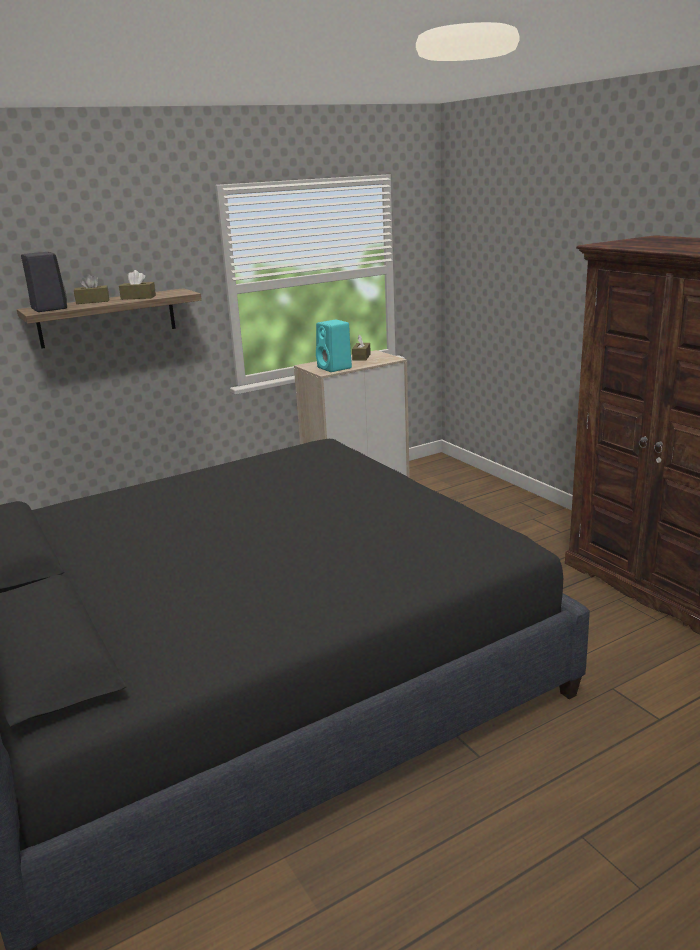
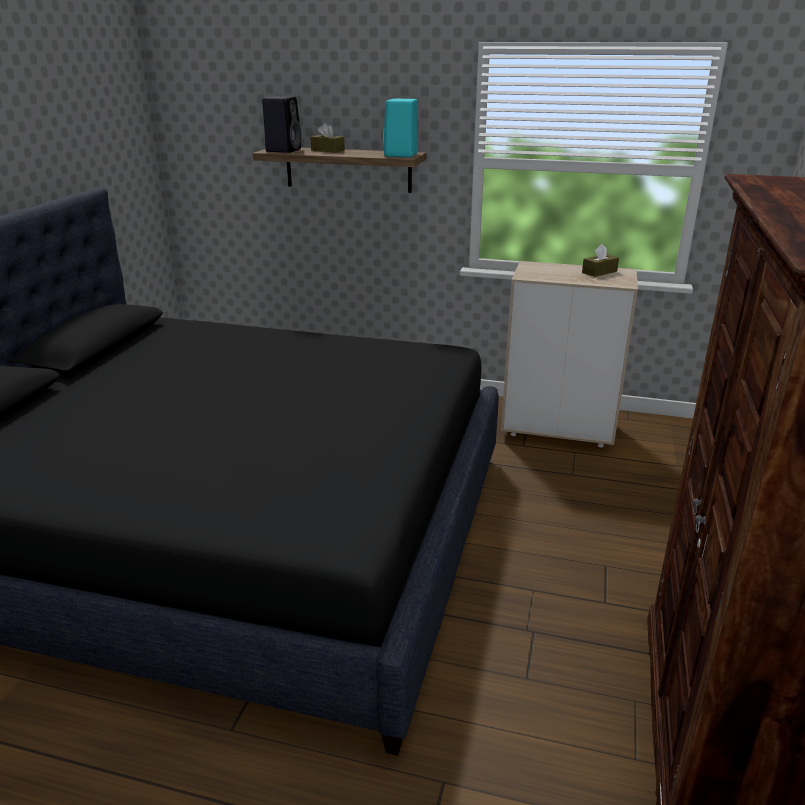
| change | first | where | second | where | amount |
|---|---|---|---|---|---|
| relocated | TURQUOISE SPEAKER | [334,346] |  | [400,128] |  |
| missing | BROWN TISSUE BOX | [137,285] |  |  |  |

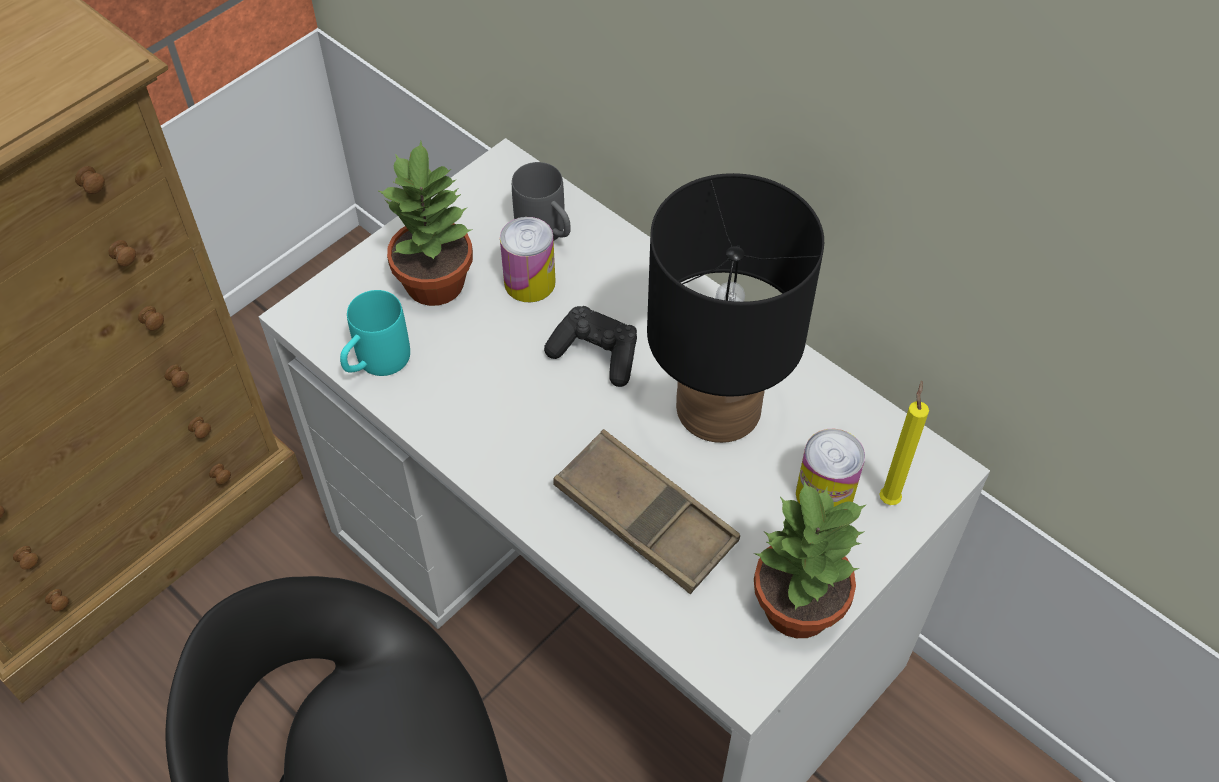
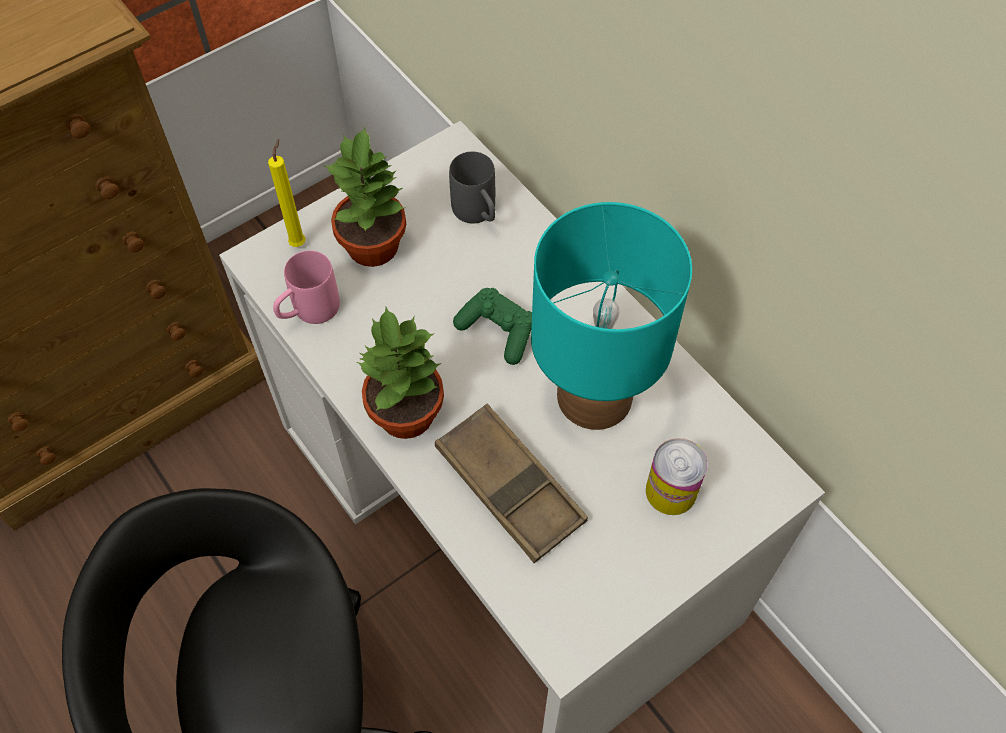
| change | first | where | second | where | amount |
|---|---|---|---|---|---|
| relocated | YELLOW CANDLE | [904,443] |  | [287,193] |  |
| colour | TURQUOISE MUG | [375,333] | PINK MUG | [306,287] |  |
| relocated | POTTED PLANT | [810,559] |  | [400,373] |  |
| colour | BLACK GAME CONTROLLER | [590,346] | GREEN GAME CONTROLLER | [492,326] |  |
| colour | BLACK TABLE LAMP | [735,308] | TURQUOISE TABLE LAMP | [611,316] |  |
| missing | CAN | [528,259] |  |  |  |

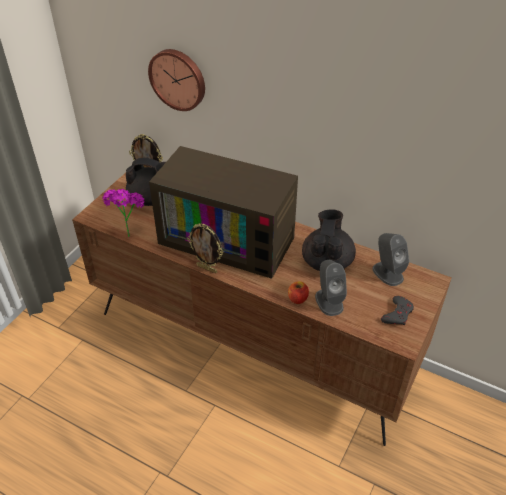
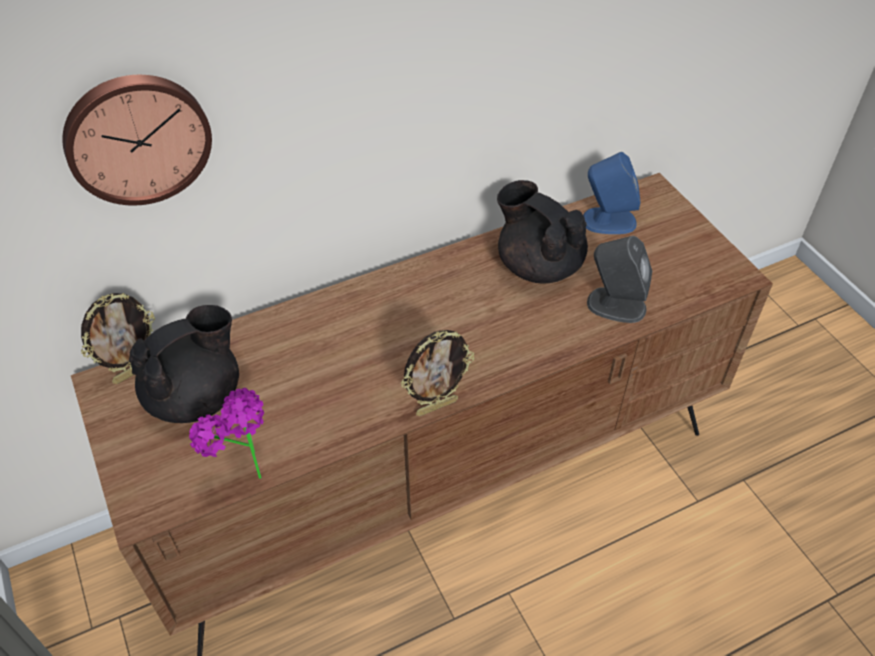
| change | first | where | second | where | amount |
|---|---|---|---|---|---|
| colour | GREY SPEAKER | [390,259] | BLUE SPEAKER | [612,193] |  |
| missing | TELEVISION | [223,212] |  |  |  |
| missing | APPLE | [298,292] |  |  |  |
| missing | GREY GAME CONTROLLER | [397,310] |  |  |  |

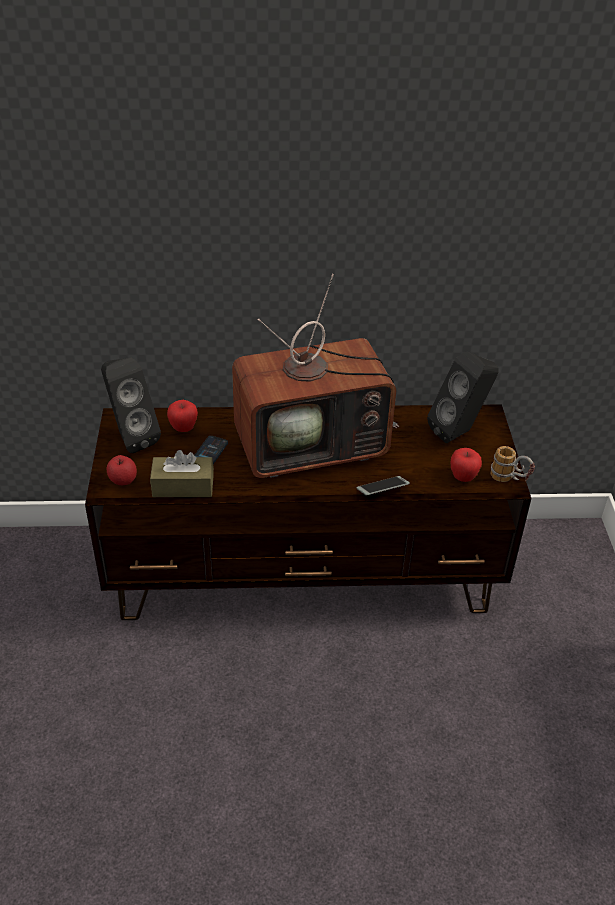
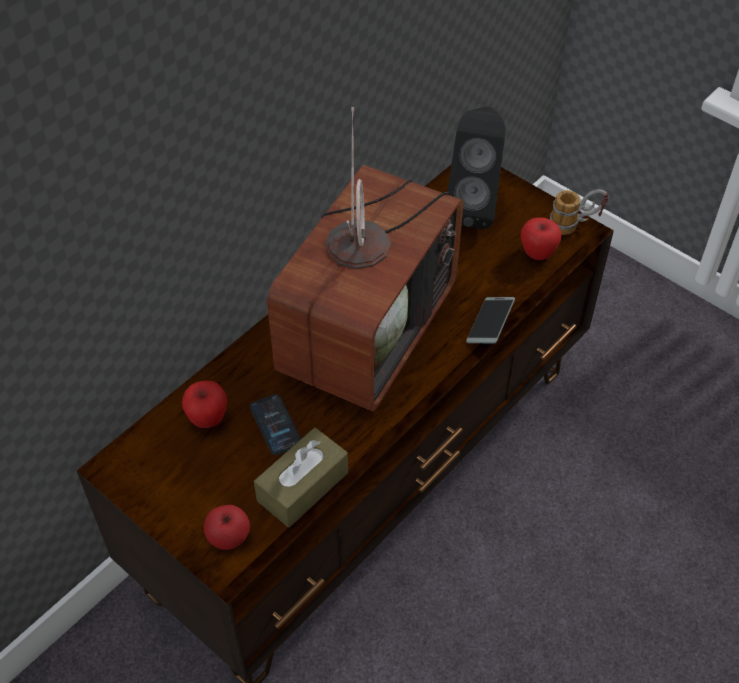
| change | first | where | second | where | amount |
|---|---|---|---|---|---|
| missing | BLACK SPEAKER | [131,405] |  |  |  |

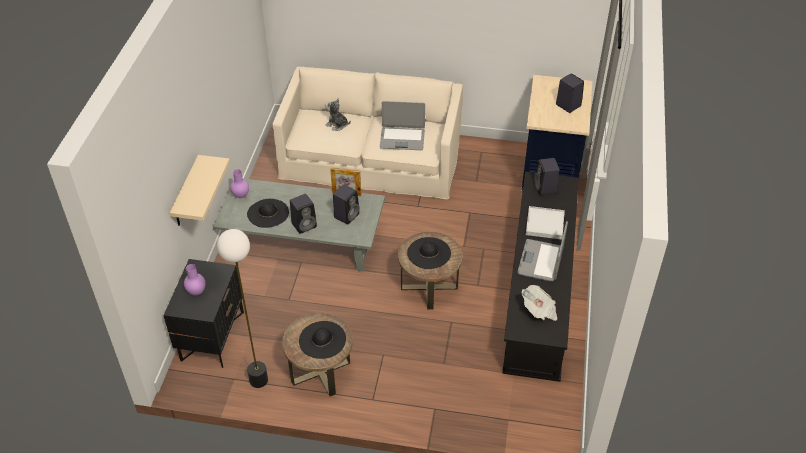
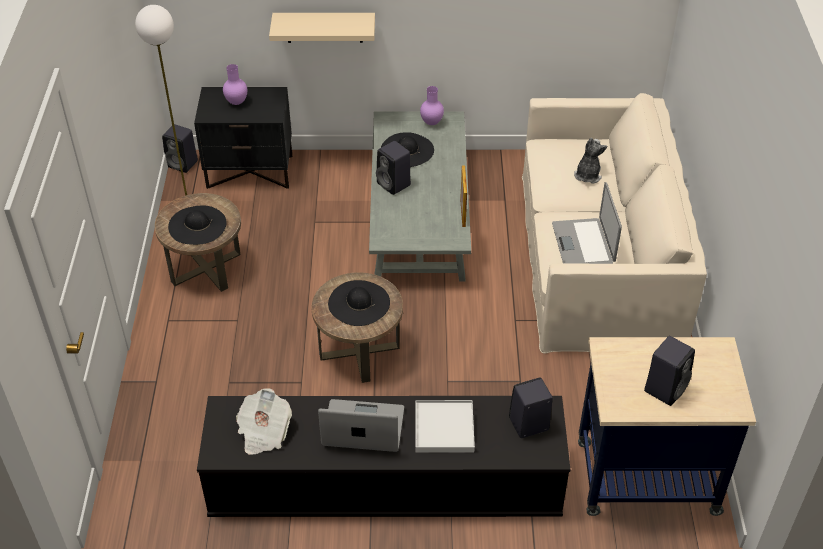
| change | first | where | second | where | amount |
|---|---|---|---|---|---|
| relocated | BLACK SPEAKER | [346,204] |  | [180,148] |  |

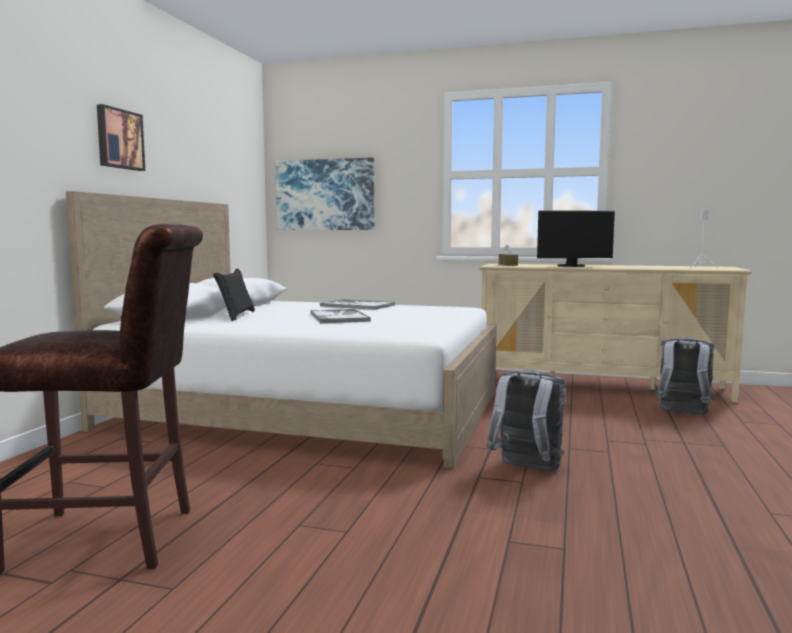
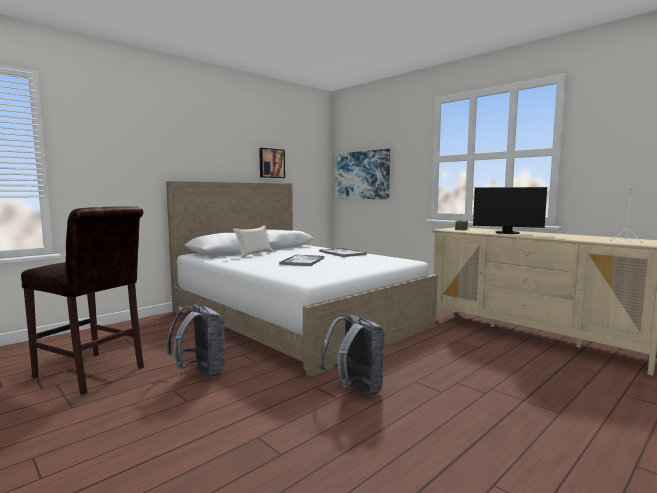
| change | first | where | second | where | amount |
|---|---|---|---|---|---|
| relocated | GREY BACKPACK | [684,376] |  | [196,341] |  |
| colour | BLACK PILLOW | [234,295] | WHITE PILLOW | [253,241] |  |
| relocated | PICTURE | [121,137] |  | [272,163] |  |

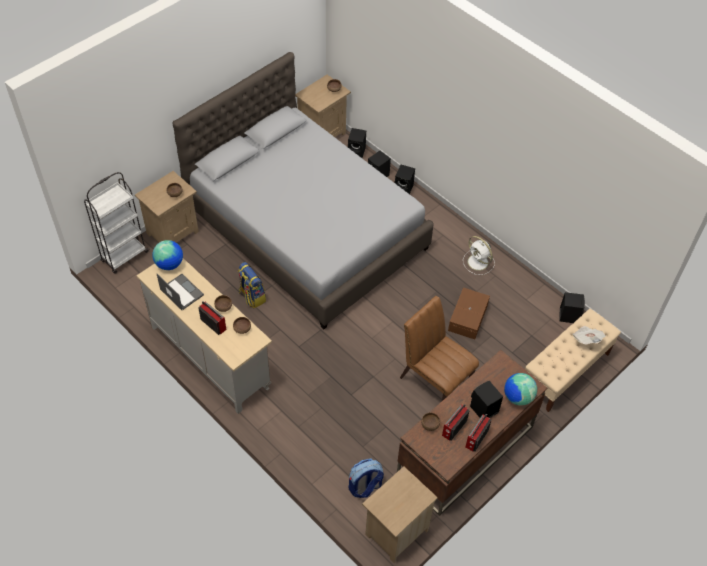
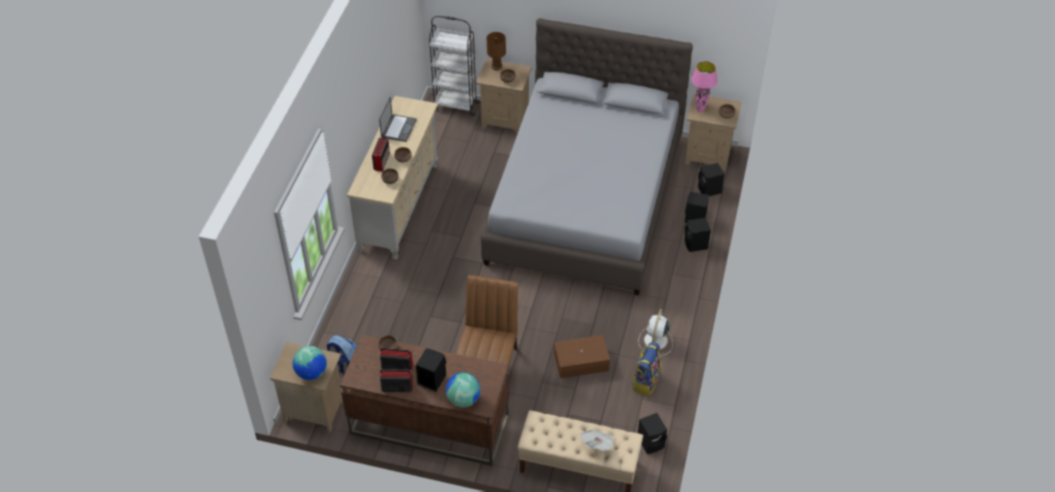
| change | first | where | second | where | amount |
|---|---|---|---|---|---|
| relocated | GLOBE | [167,255] |  | [310,363] |  |
| appeared |  |  | BROWN TABLE LAMP | [496,51] |  |
| relocated | BACKPACK | [252,285] |  | [646,369] |  |
| appeared |  |  | PINK TABLE LAMP | [704,86] |  |

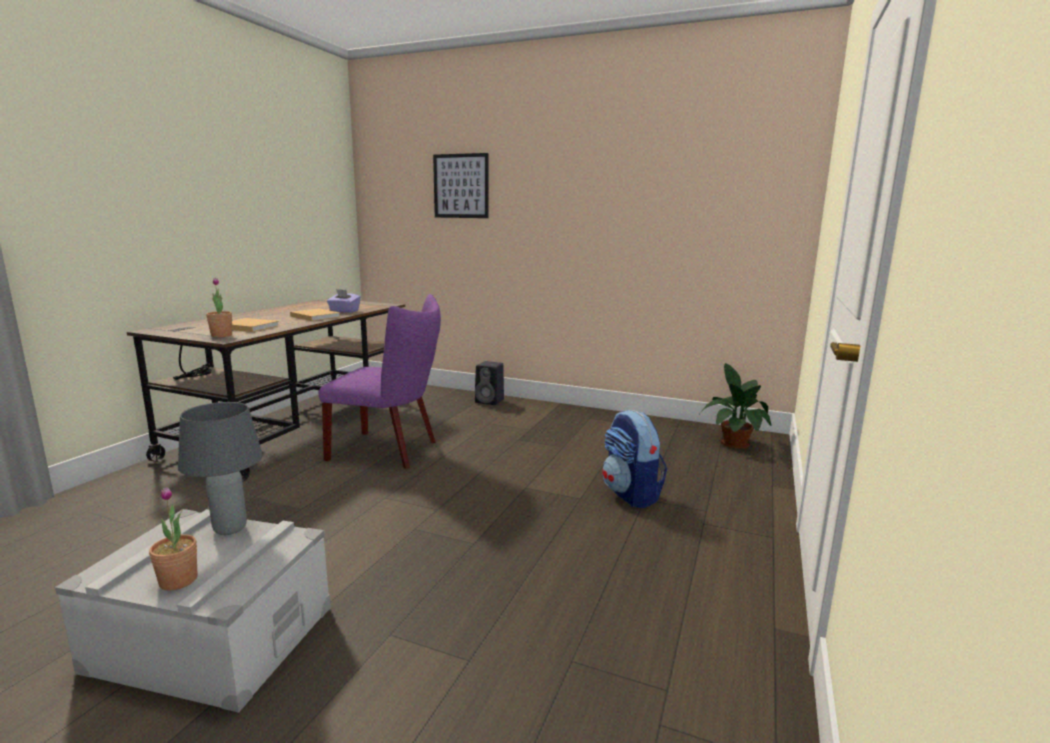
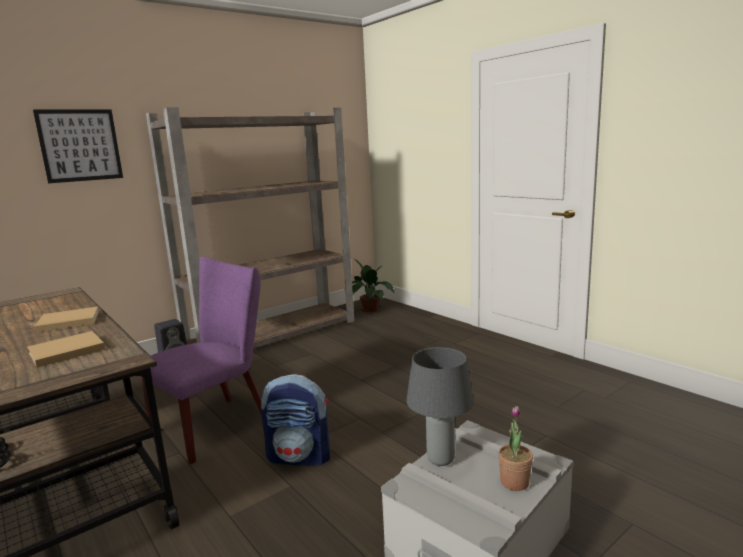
| change | first | where | second | where | amount |
|---|---|---|---|---|---|
| appeared |  |  | BROWN BOOKCASE | [250,228] |  |
| relocated | BACKPACK | [634,459] |  | [295,420] |  |
| missing | POTTED PLANT | [219,307] |  |  |  |
| missing | PURPLE TISSUE BOX | [344,301] |  |  |  |

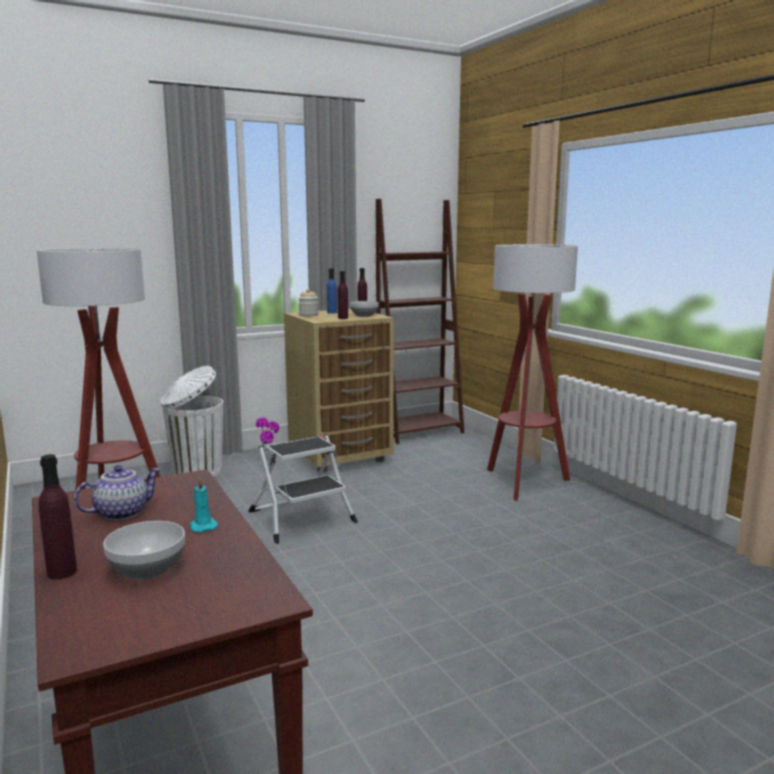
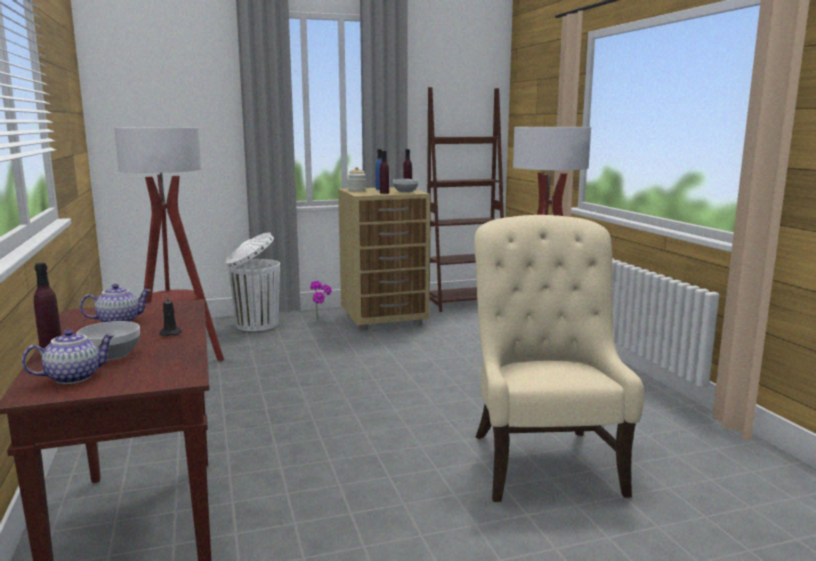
| change | first | where | second | where | amount |
|---|---|---|---|---|---|
| appeared |  |  | TEAPOT | [68,356] |  |
| colour | TURQUOISE CANDLE | [203,505] | BLACK CANDLE | [170,315] |  |
| appeared |  |  | BEIGE CHAIR | [559,358] |  |
| missing | STEP LADDER | [303,489] |  |  |  |

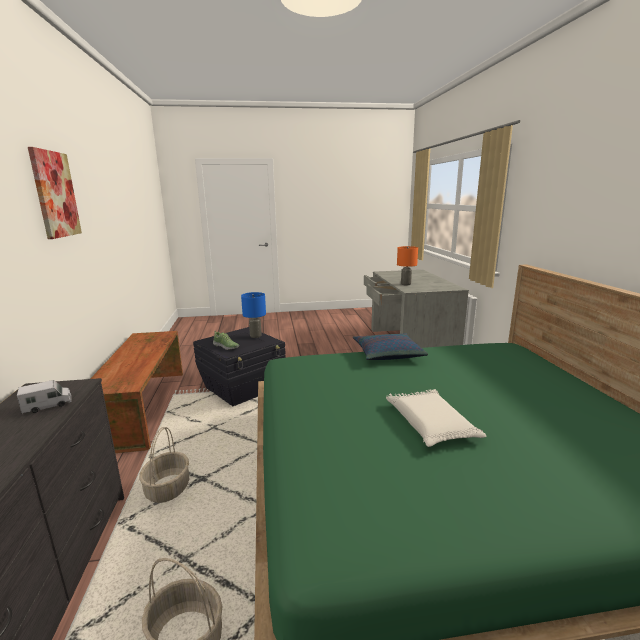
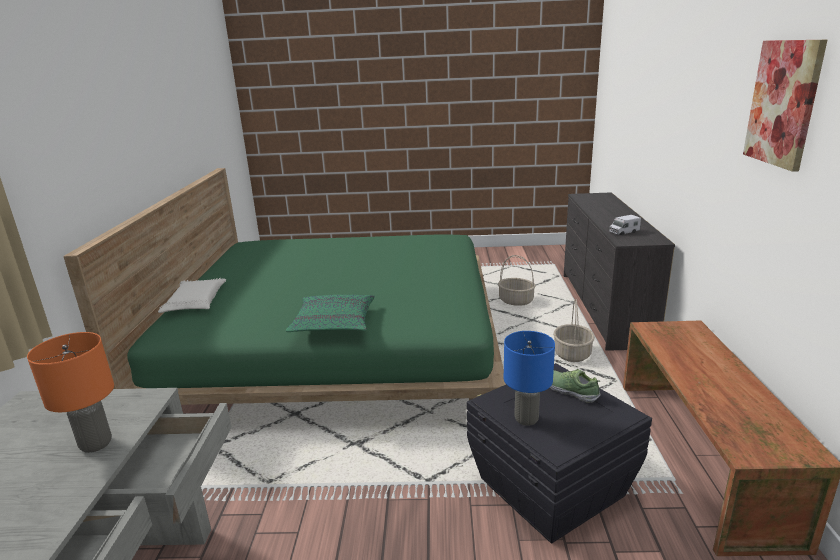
| change | first | where | second | where | amount |
|---|---|---|---|---|---|
| relocated | WHITE PILLOW | [436,418] |  | [192,295] |  |
| colour | BLUE PILLOW | [390,346] | GREEN PILLOW | [330,313] |  |

